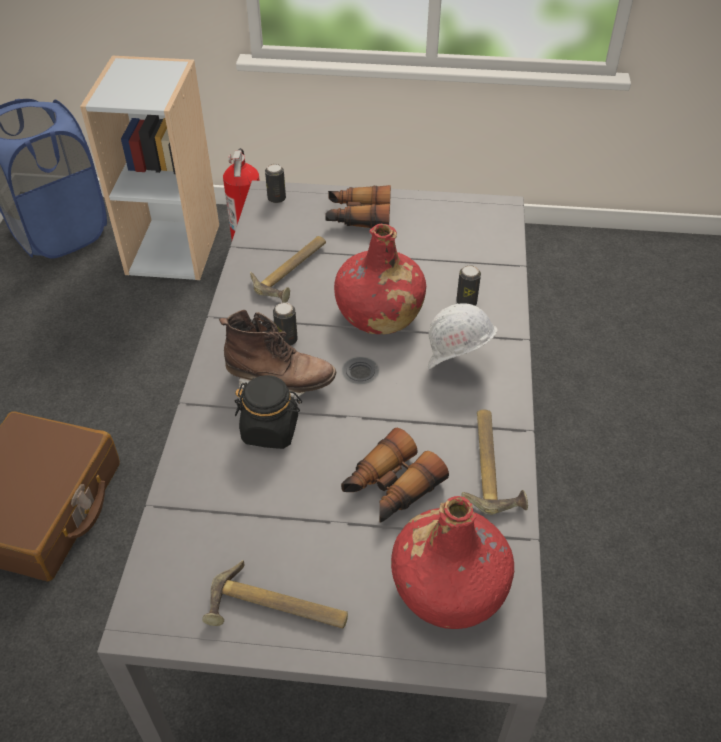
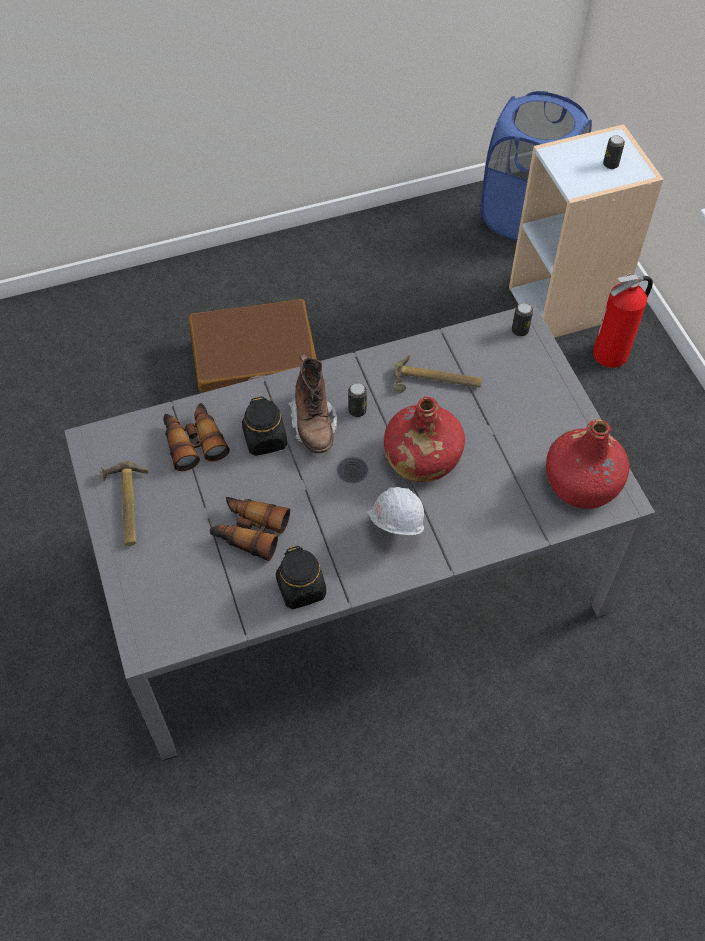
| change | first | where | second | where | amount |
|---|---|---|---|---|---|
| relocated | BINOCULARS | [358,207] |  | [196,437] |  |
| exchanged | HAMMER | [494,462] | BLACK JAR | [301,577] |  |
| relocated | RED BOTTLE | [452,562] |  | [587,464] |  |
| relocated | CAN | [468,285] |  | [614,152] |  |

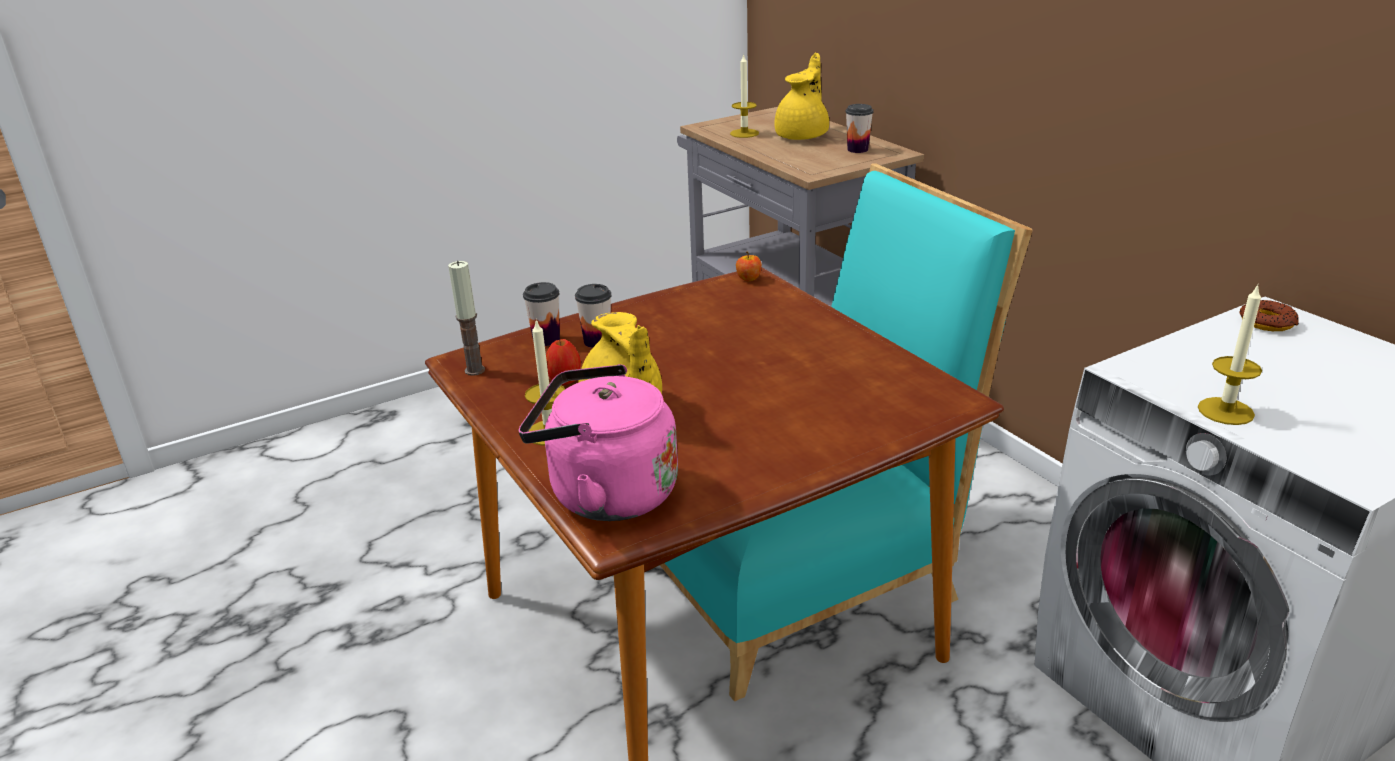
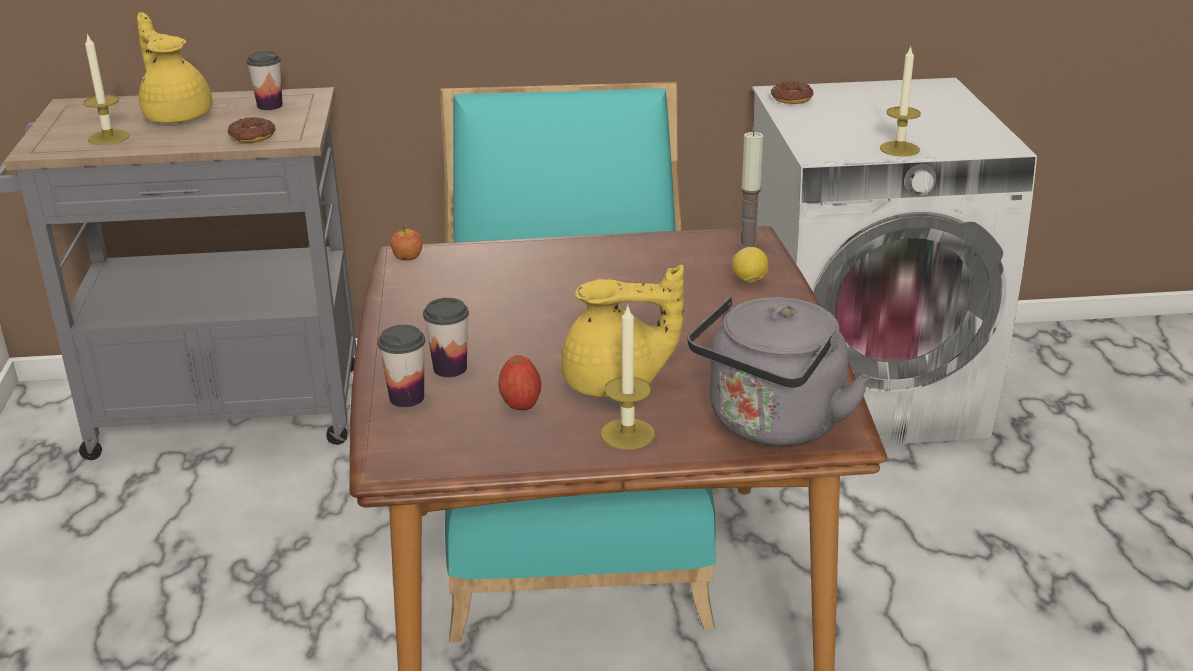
| change | first | where | second | where | amount |
|---|---|---|---|---|---|
| appeared |  |  | DONUT | [251,130] |  |
| colour | PINK KETTLE | [598,442] | GREY KETTLE | [778,371] |  |
| appeared |  |  | LEMON | [750,264] |  |
| relocated | CANDLE | [466,318] |  | [750,189] |  |

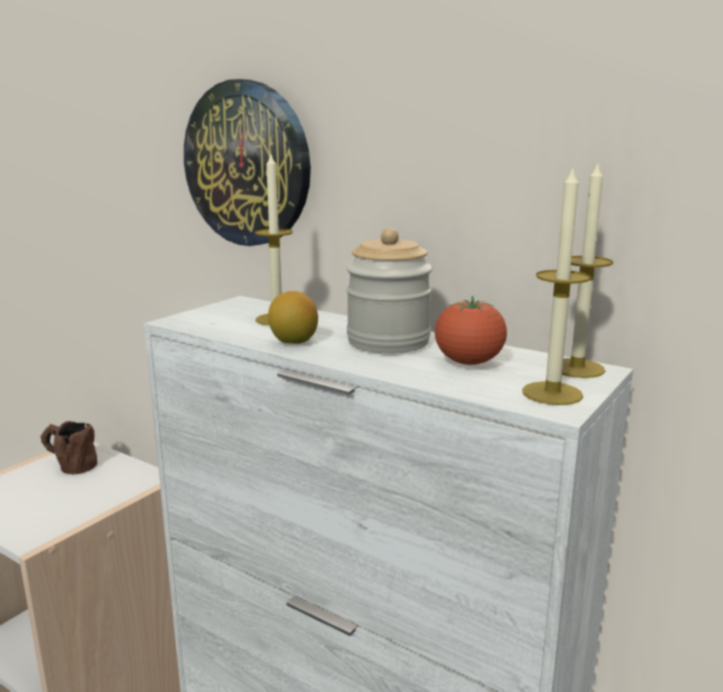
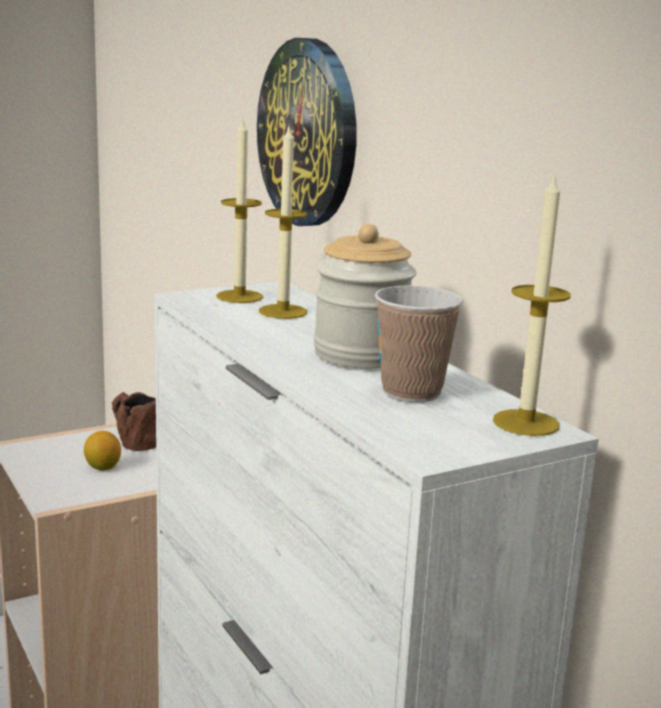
| change | first | where | second | where | amount |
|---|---|---|---|---|---|
| relocated | LEMON | [293,317] |  | [102,451] |  |
| relocated | CANDLE | [556,285] |  | [239,211] |  |
| exchanged | TOMATO | [471,330] | CUP | [419,344] |  |

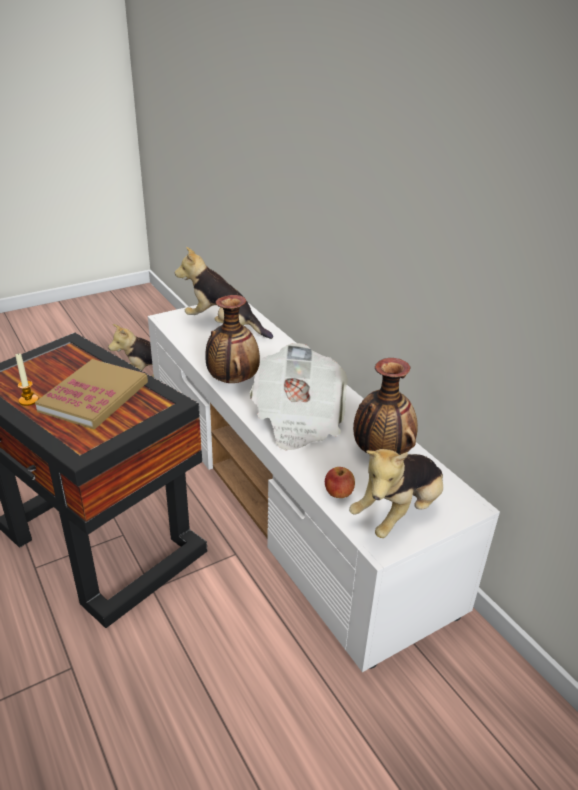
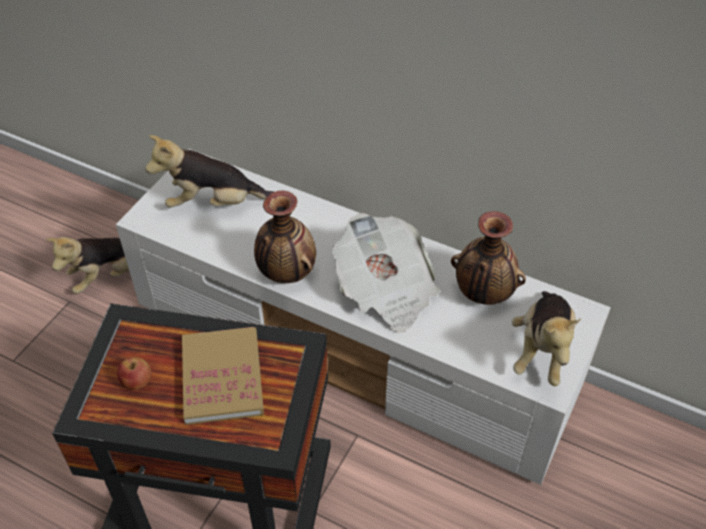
| change | first | where | second | where | amount |
|---|---|---|---|---|---|
| relocated | APPLE | [340,482] |  | [134,373] |  |
| missing | CANDLE | [27,379] |  |  |  |

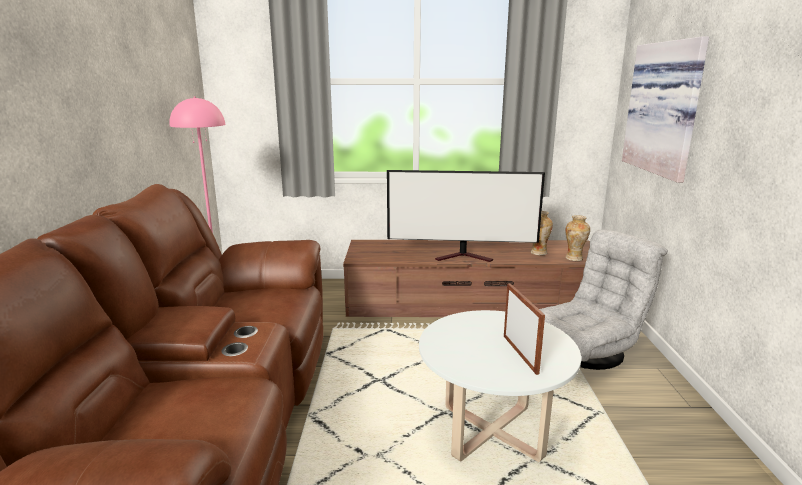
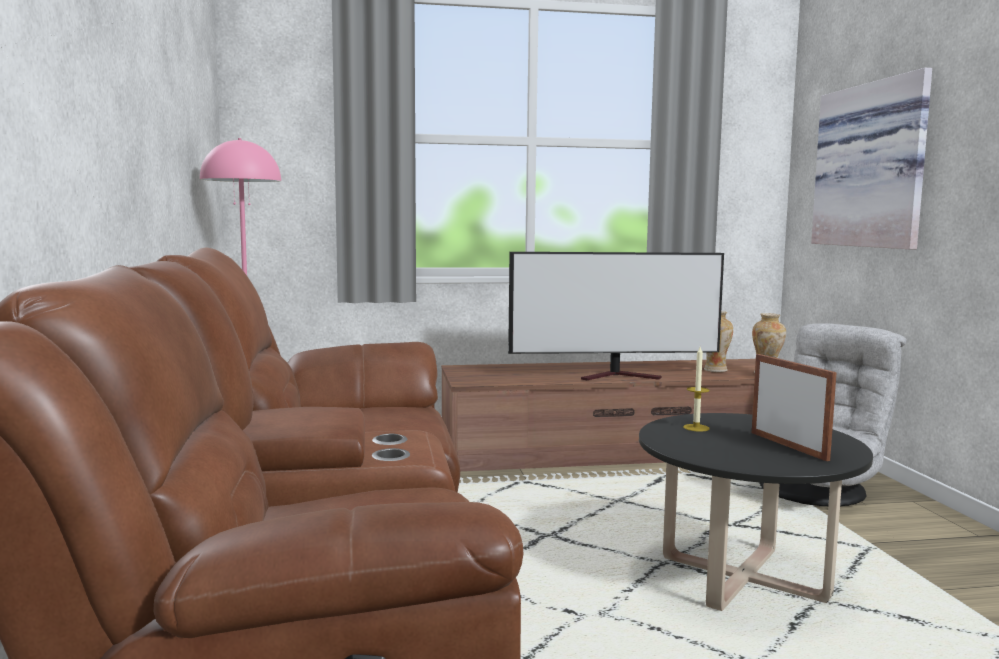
| change | first | where | second | where | amount |
|---|---|---|---|---|---|
| colour | WHITE COFFEE TABLE | [500,386] | BLACK COFFEE TABLE | [756,512] |  |
| appeared |  |  | CANDLE | [696,389] |  |

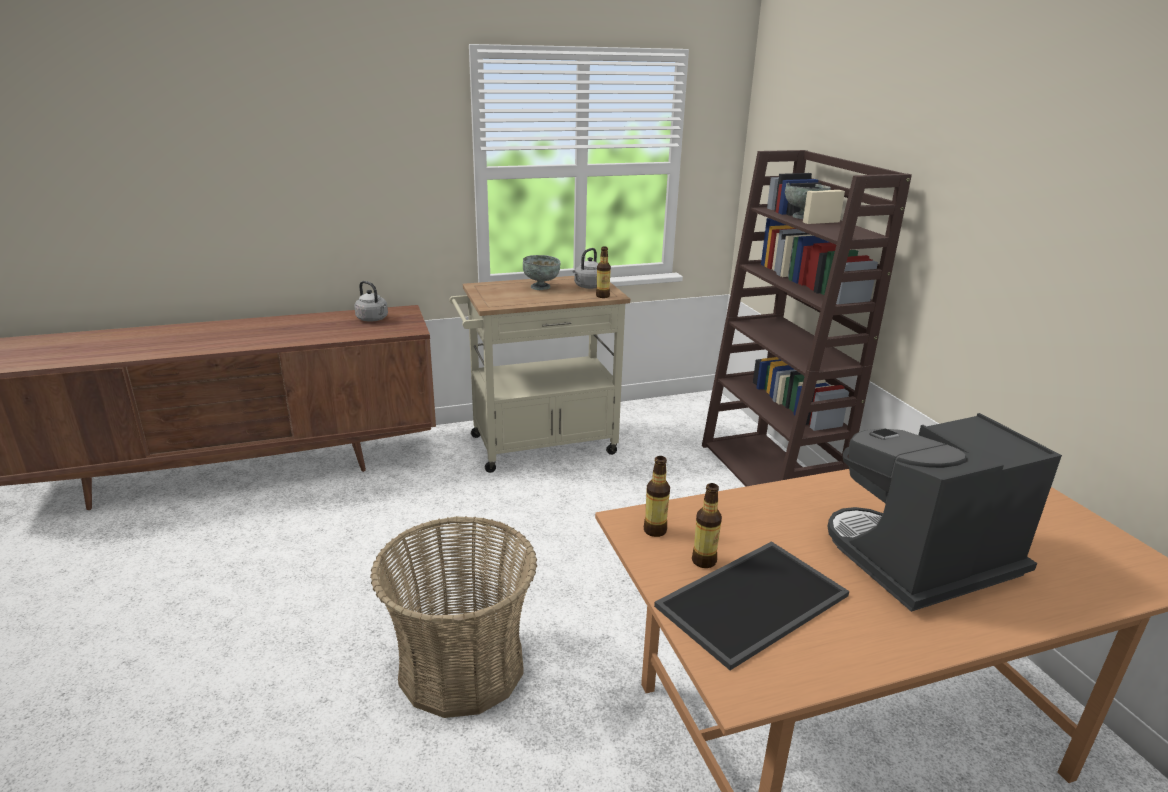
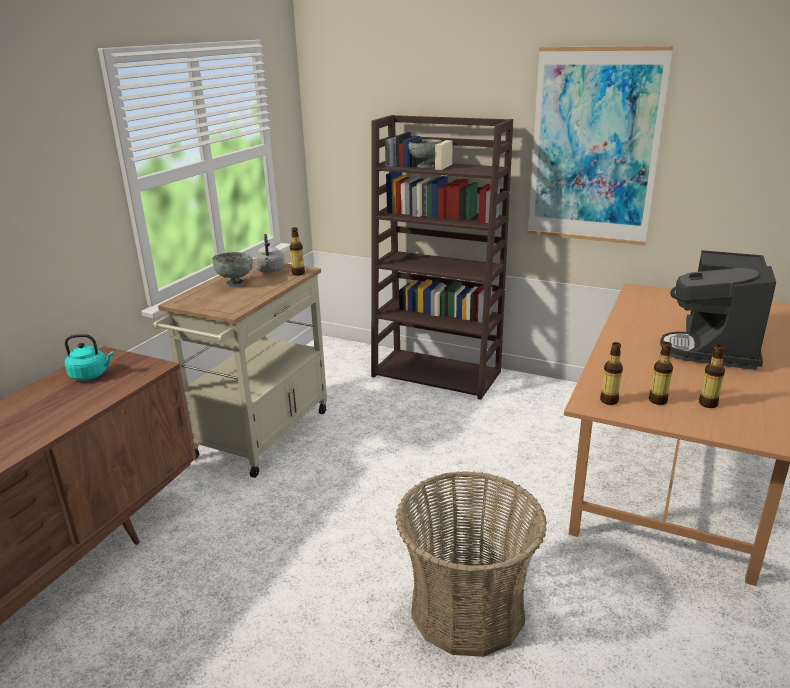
| change | first | where | second | where | amount |
|---|---|---|---|---|---|
| colour | GREY KETTLE | [371,301] | TURQUOISE KETTLE | [89,357] |  |
| appeared |  |  | PICTURE | [600,145] |  |
| exchanged | TRAY | [751,605] | BOTTLE | [712,376] |  |

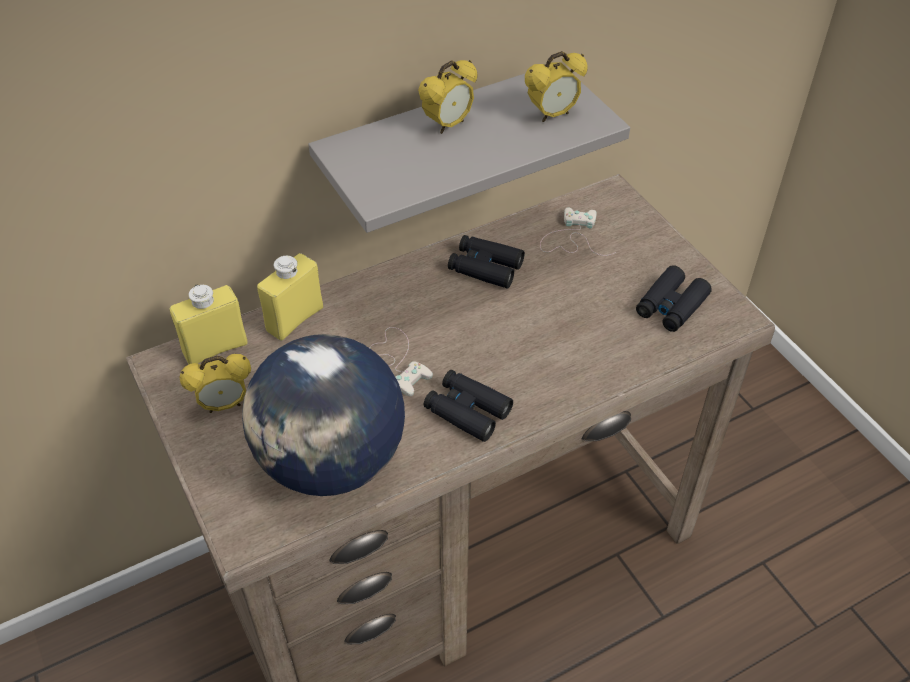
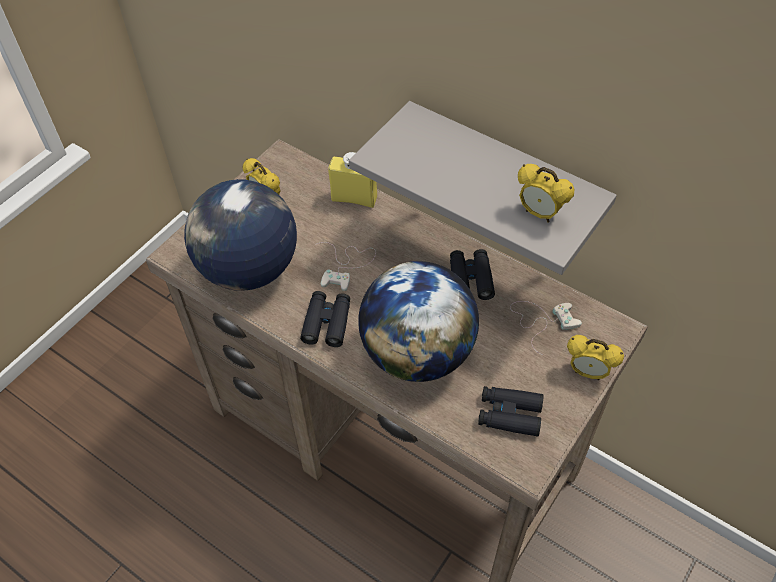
| change | first | where | second | where | amount |
|---|---|---|---|---|---|
| appeared |  |  | GLOBE | [418,321] |  |
| relocated | ALARM CLOCK | [447,97] |  | [595,357] |  |
| missing | YELLOW BOTTLE | [209,324] |  |  |  |

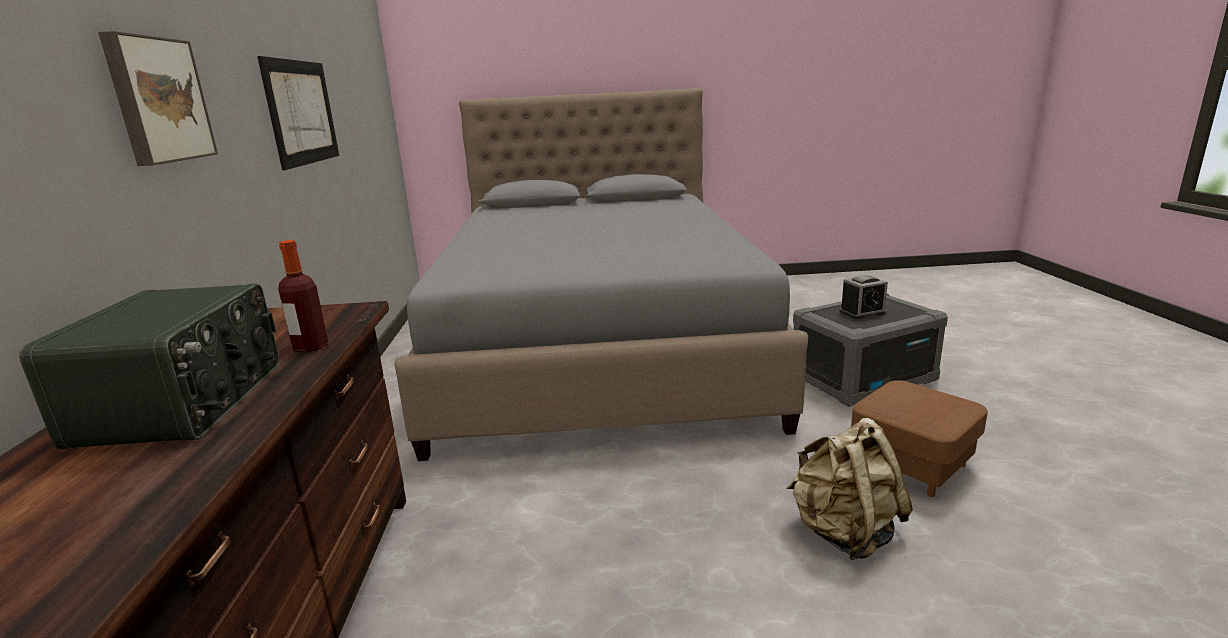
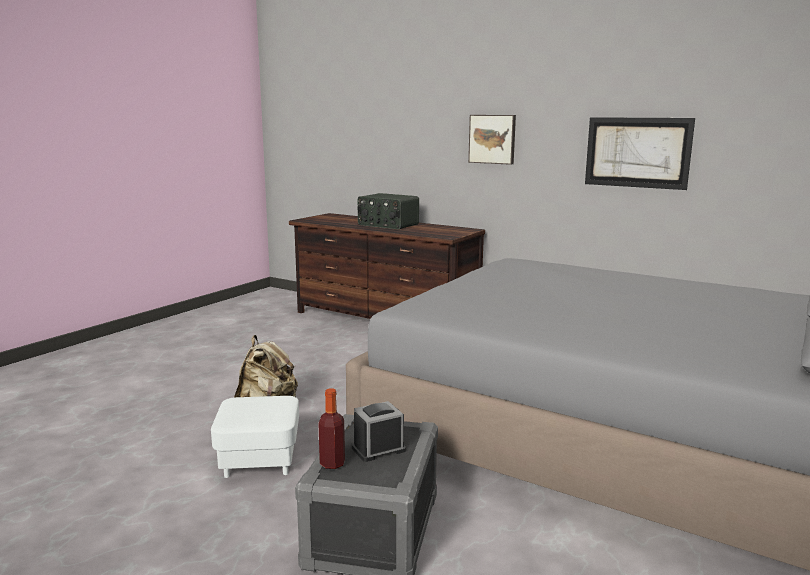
| change | first | where | second | where | amount |
|---|---|---|---|---|---|
| colour | BROWN OTTOMAN | [919,438] | WHITE OTTOMAN | [255,437] |  |
| relocated | BOTTLE | [303,296] |  | [331,428] |  |
| spun | ALARM CLOCK | [863,297] |  | [379,431] | 45 degrees clockwise |

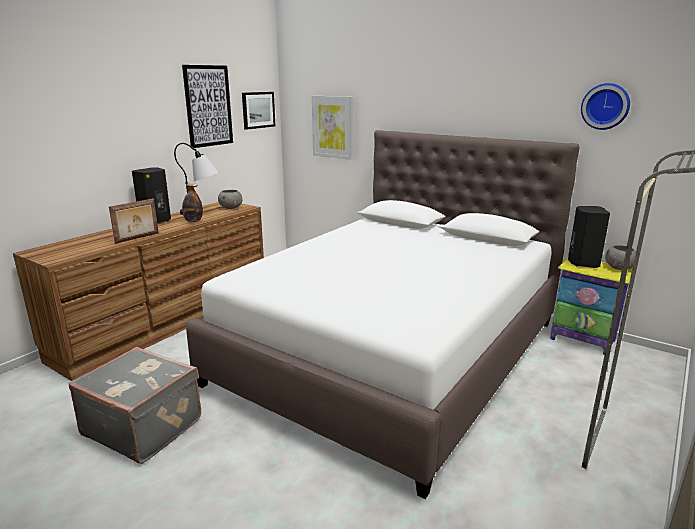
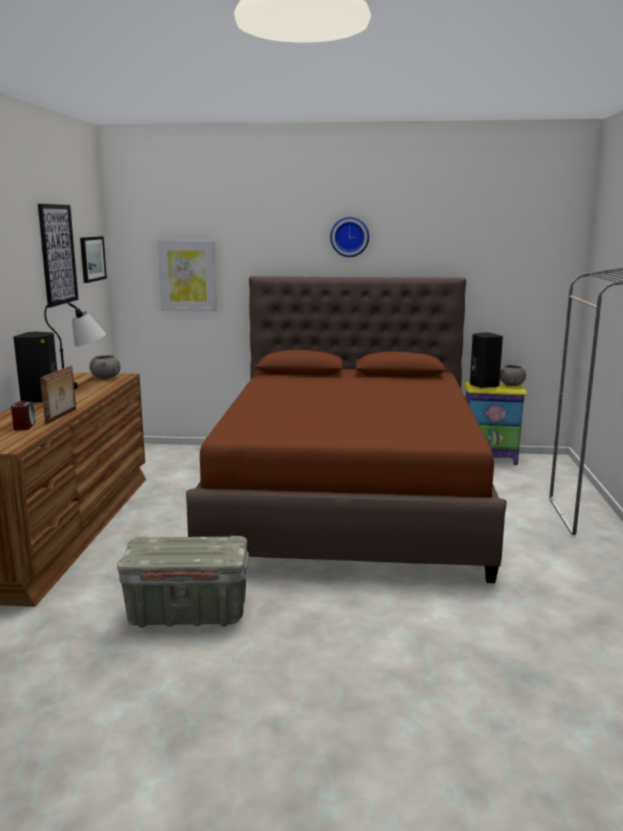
| change | first | where | second | where | amount |
|---|---|---|---|---|---|
| appeared |  |  | ALARM CLOCK | [23,415] |  |
| exchanged | GREY SUITCASE | [135,405] | GREY STORAGE BOX | [183,582] |  |
| colour | WHITE BED | [383,314] | BROWN BED | [346,429] |  |
| relocated | WALL CLOCK | [605,106] |  | [349,237] |  |
| missing | BOTTLE | [192,202] |  |  |  |

